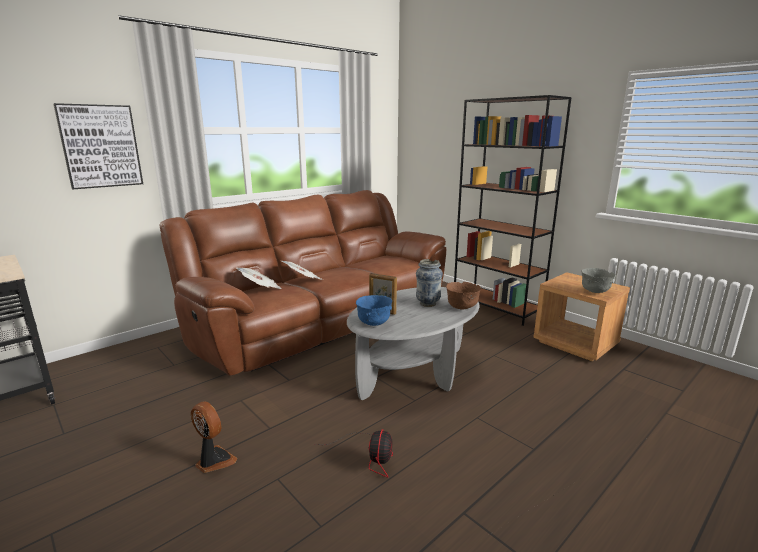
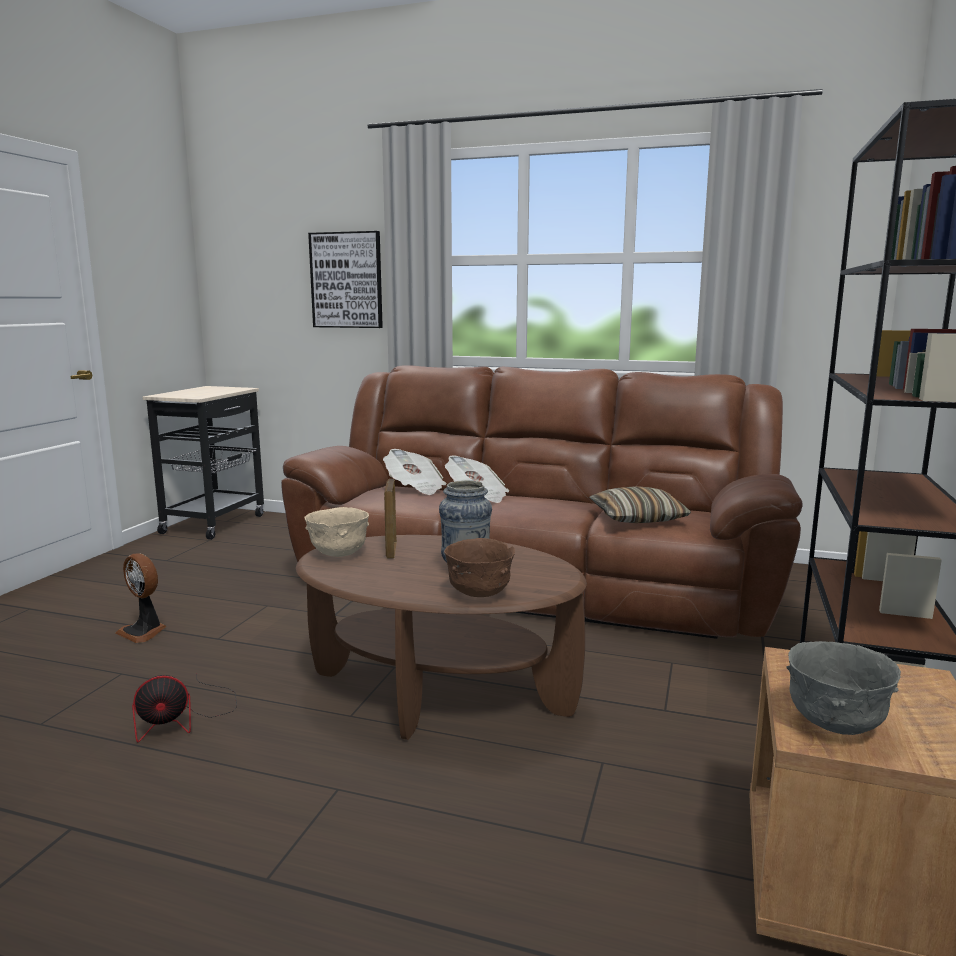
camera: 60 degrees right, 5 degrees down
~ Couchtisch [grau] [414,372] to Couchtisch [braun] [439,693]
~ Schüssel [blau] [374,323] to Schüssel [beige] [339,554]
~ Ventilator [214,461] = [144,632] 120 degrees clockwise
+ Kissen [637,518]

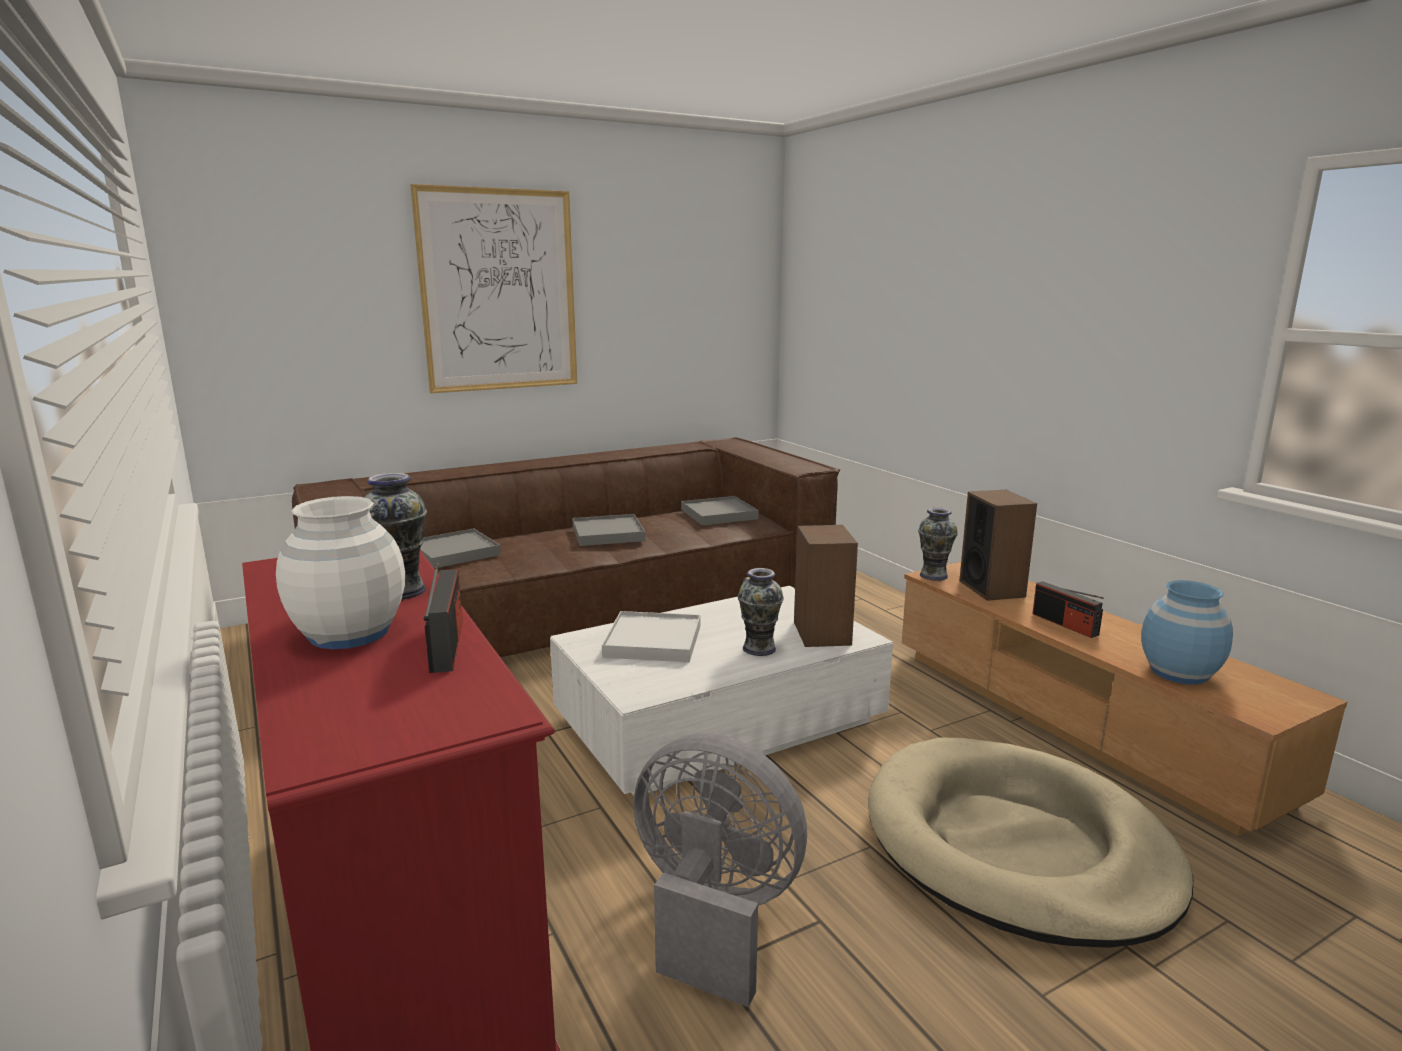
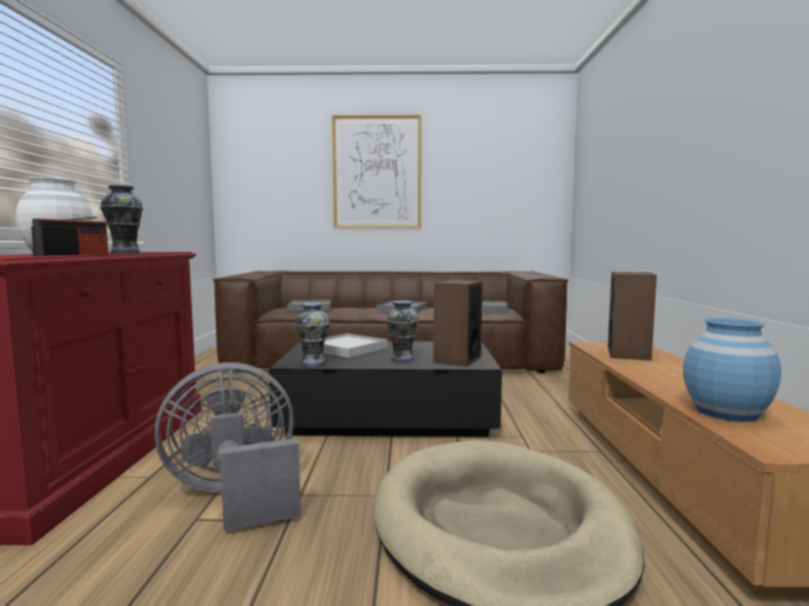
camera: 30 degrees right, 10 degrees down
~ Vase [933,575] to [313,363]
- Radio [1065,624]
~ Couchtisch [weiß] [720,721] to Couchtisch [schwarz] [389,416]
~ Ventilator [grau] [713,914] = [235,496] 75 degrees counterclockwise

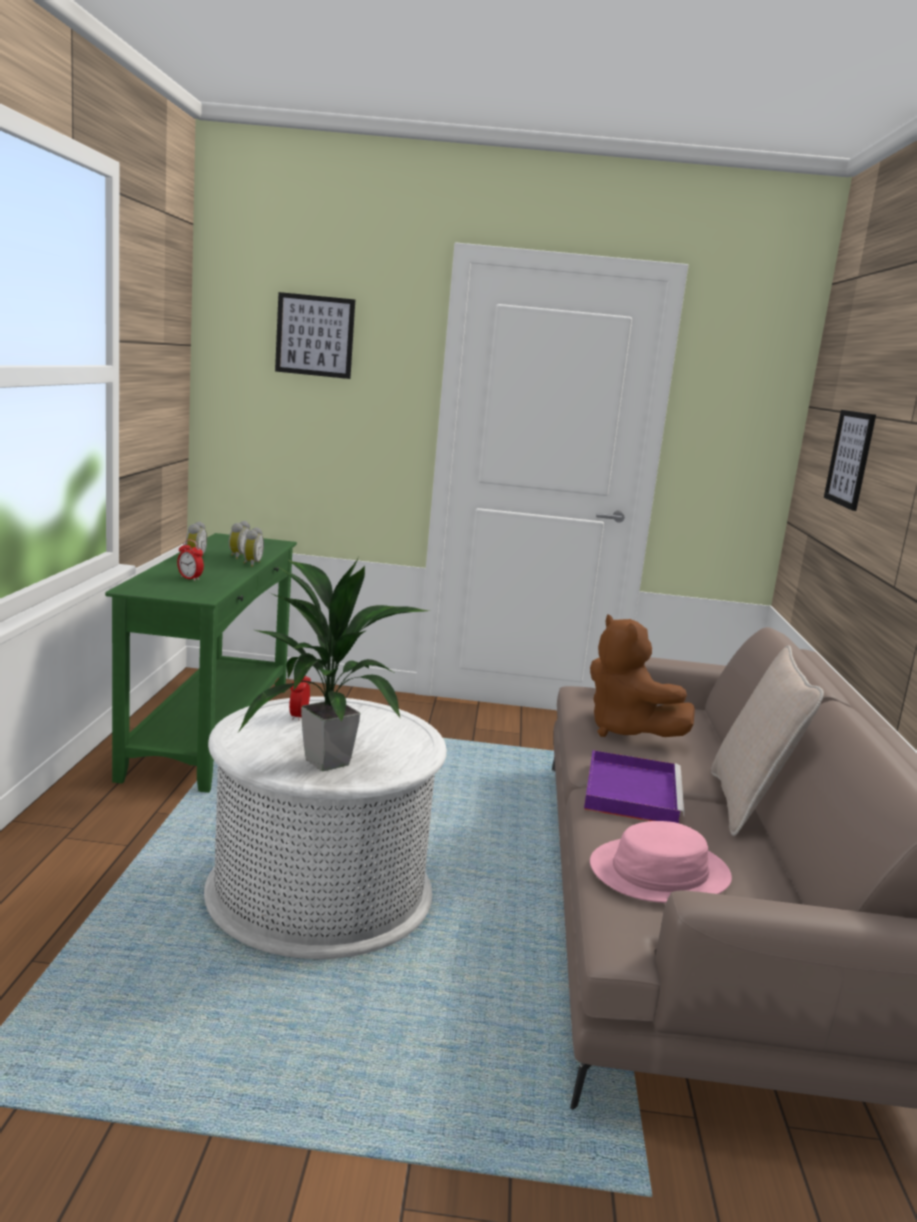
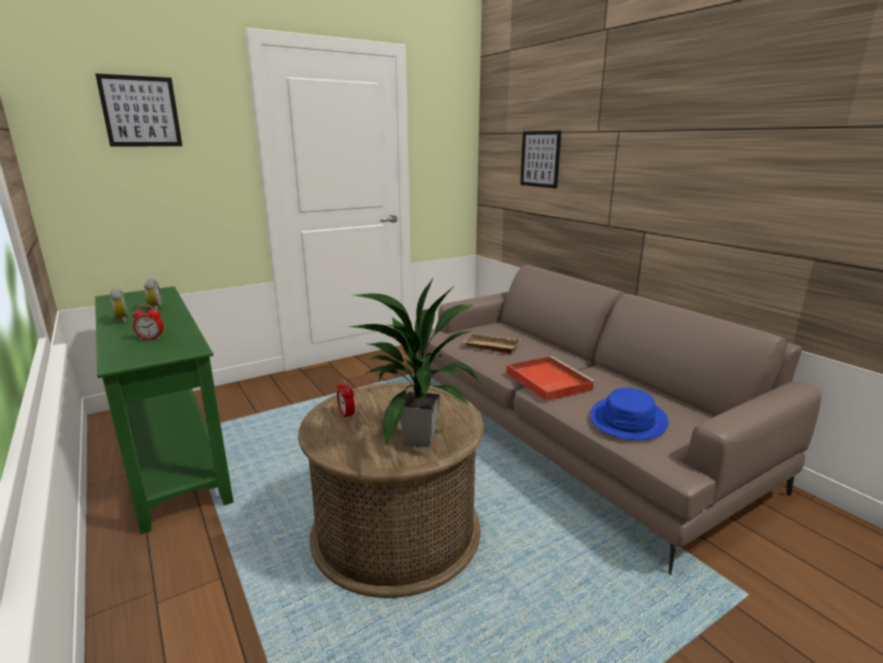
camera: 35 degrees left, 5 degrees up
- Wecker [251,564]
~ Plüschtier [braun] [626,731] to Tablett [beige] [490,347]
- Kissen [beige] [748,805]
~ Couchtisch [weiß] [320,891] to Couchtisch [braun] [396,530]
~ Tablett [lila] [631,791] to Tablett [rot] [547,380]
~ Hut [rosa] [660,873] to Hut [blau] [628,420]

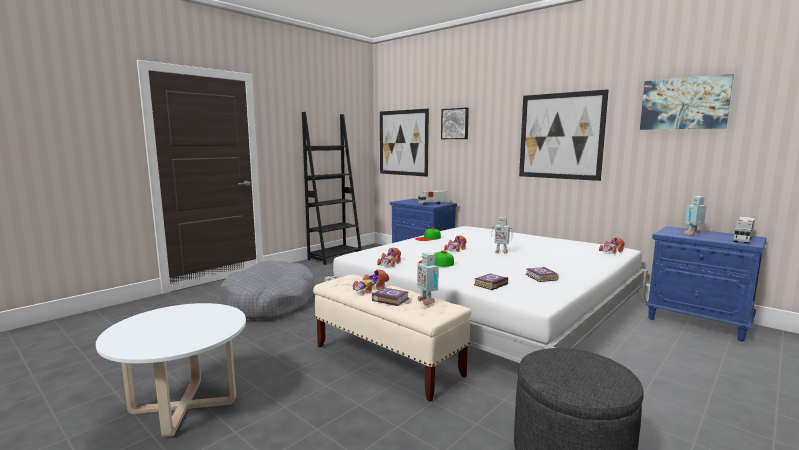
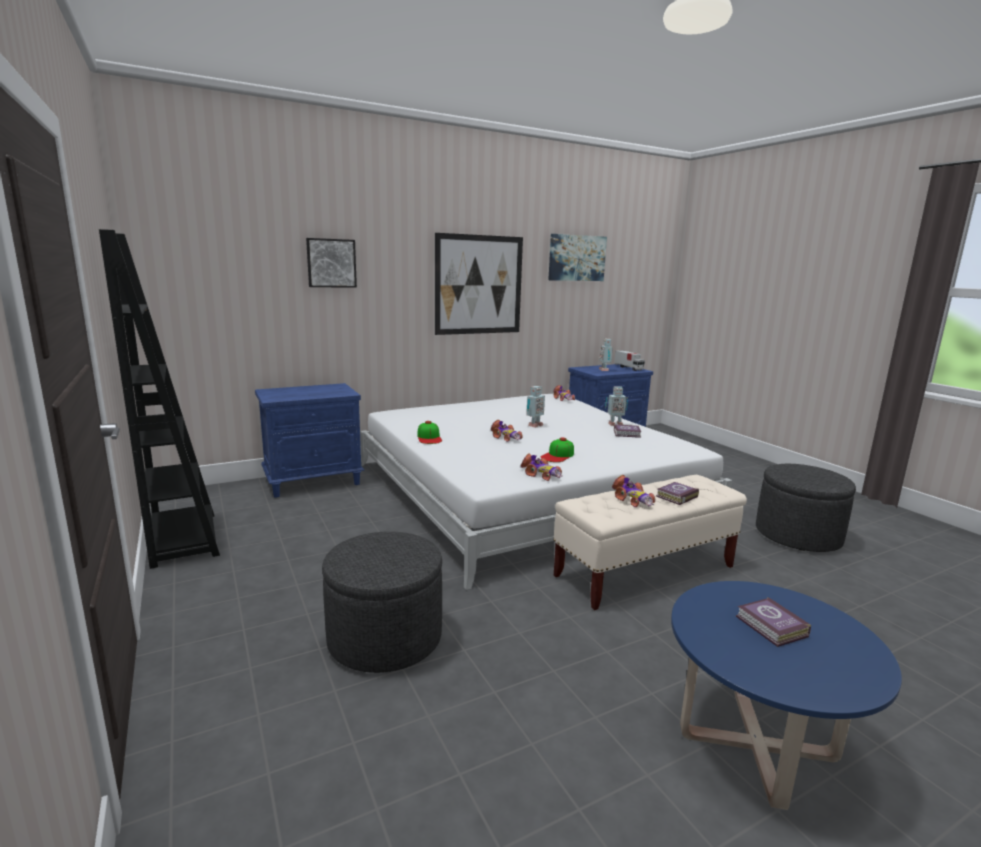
camera: 70 degrees left, 5 degrees up
- Bild [403,143]
- Spielzeuglaster [432,204]
~ Spielzeugroboter [427,301] to [614,424]
~ Hundebett [grau] [270,303] to Polsterhocker [grau] [385,638]
~ Buch [489,284] to [771,627]
~ Couchtisch [weiß] [183,406] to Couchtisch [blau] [757,745]

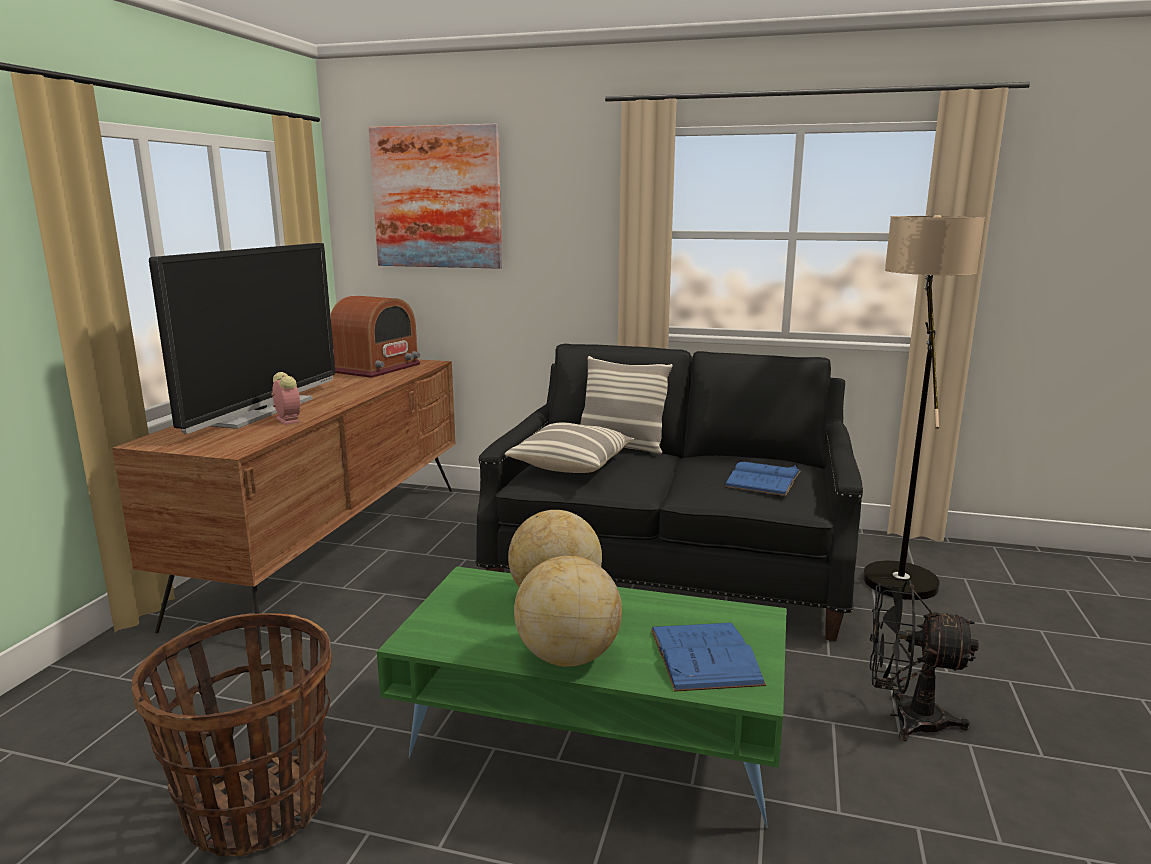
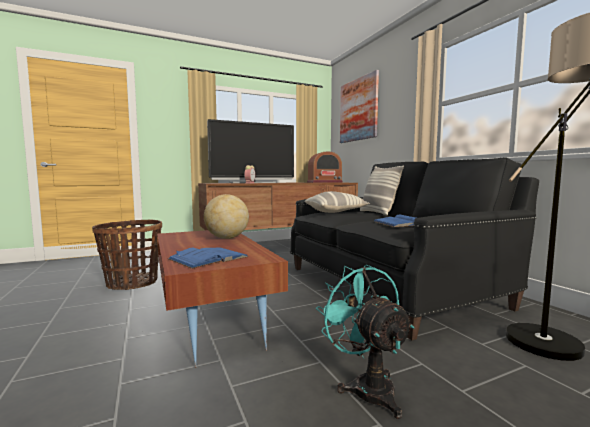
camera: 50 degrees right, 10 degrees down
- Globus [567,657]
~ Couchtisch [grün] [592,753] to Couchtisch [braun] [212,314]
~ Ventilator [schwarz] [905,718] to Ventilator [türkis] [367,386]

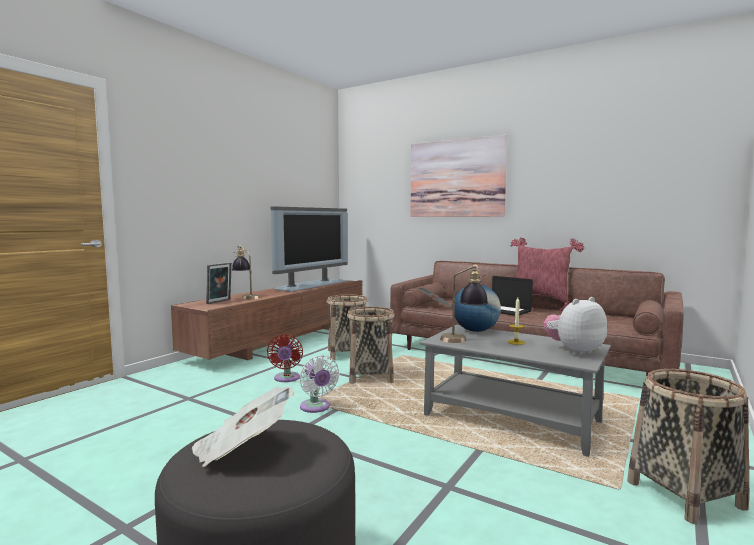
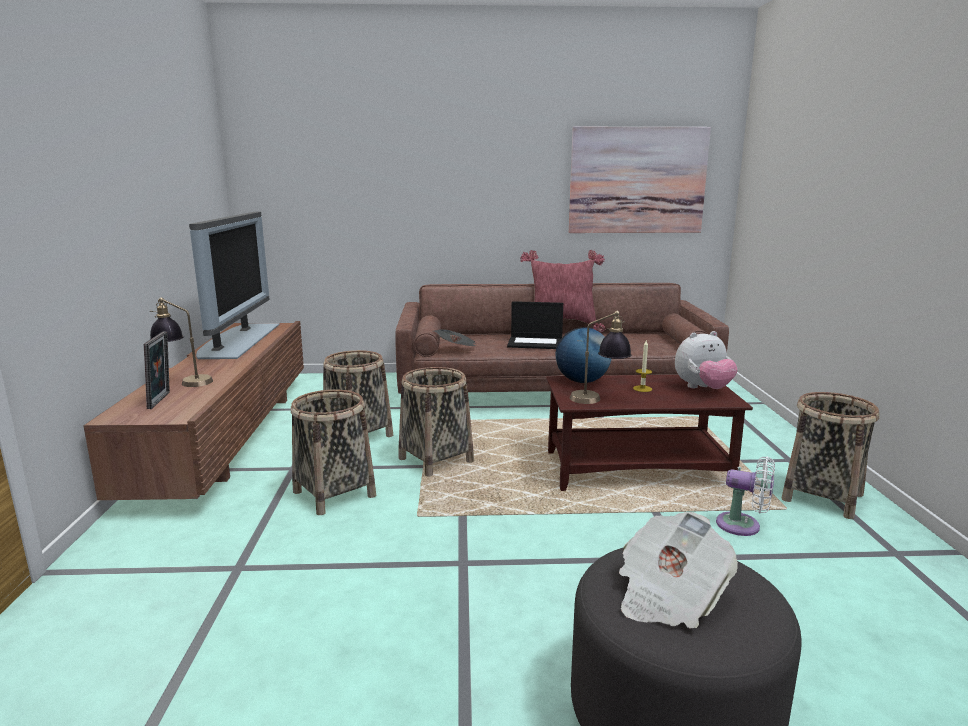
camera: 35 degrees left, 10 degrees up
~ Bild [456,178] to [637,180]
~ Plüschtier [574,351] = [702,389] 135 degrees counterclockwise
~ Couchtisch [grau] [513,419] to Couchtisch [braun] [637,469]
~ Ventilator [rot] [286,378] to Korb [334,493]
~ Ventilator [weiß] [316,407] to [743,526]

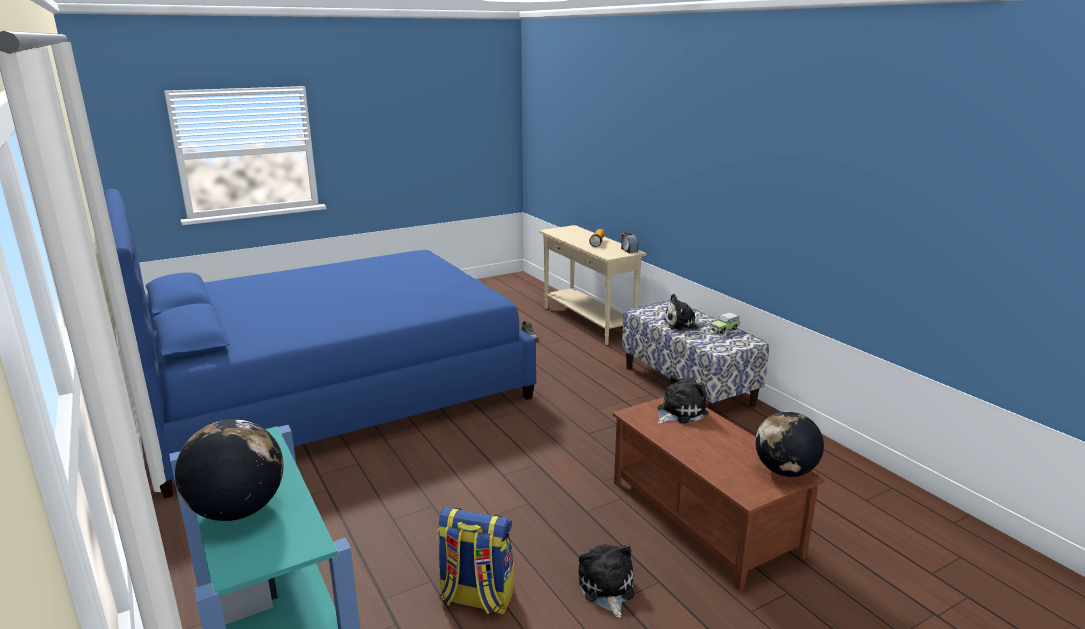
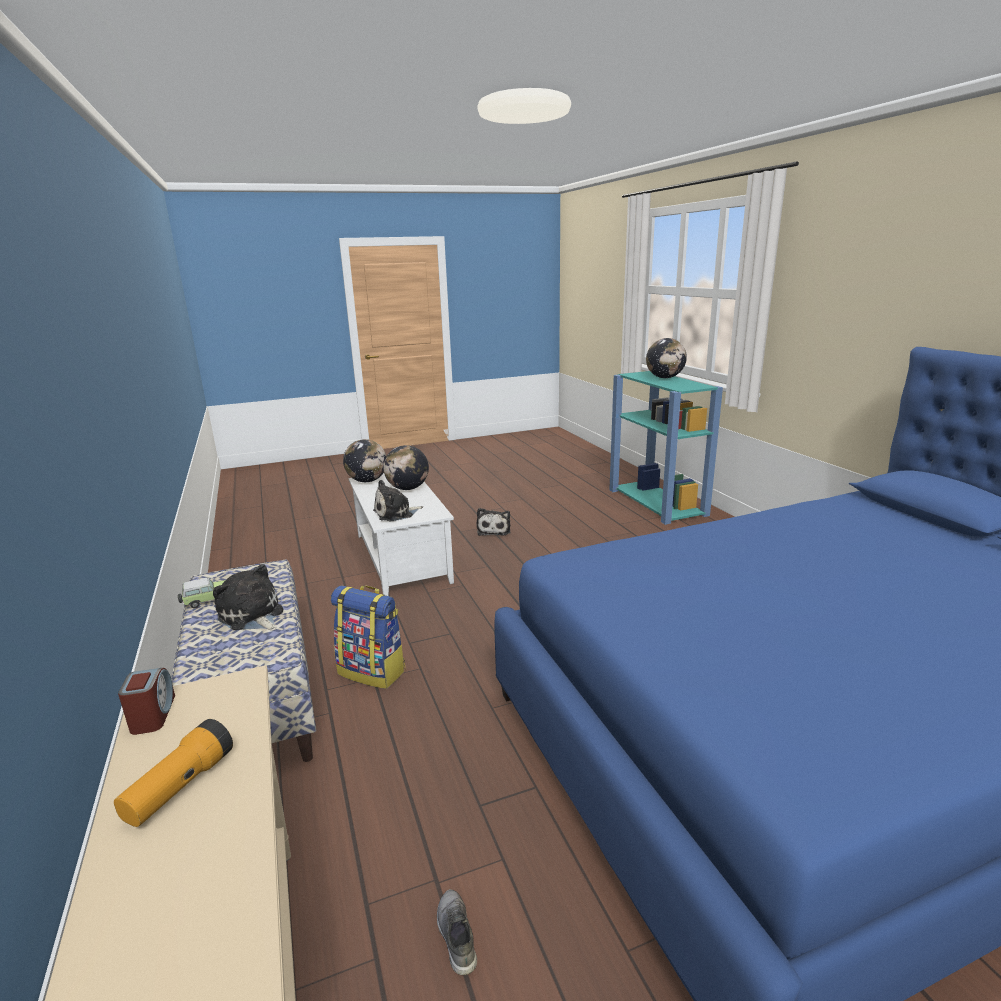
camera: 170 degrees left, 0 degrees up
~ Plüschtier [682,324] = [252,616] 135 degrees counterclockwise
~ Couchtisch [braun] [704,517] to Couchtisch [weiß] [400,558]
~ Rucksack [476,598] to [373,671]
+ Globus [407,488]

